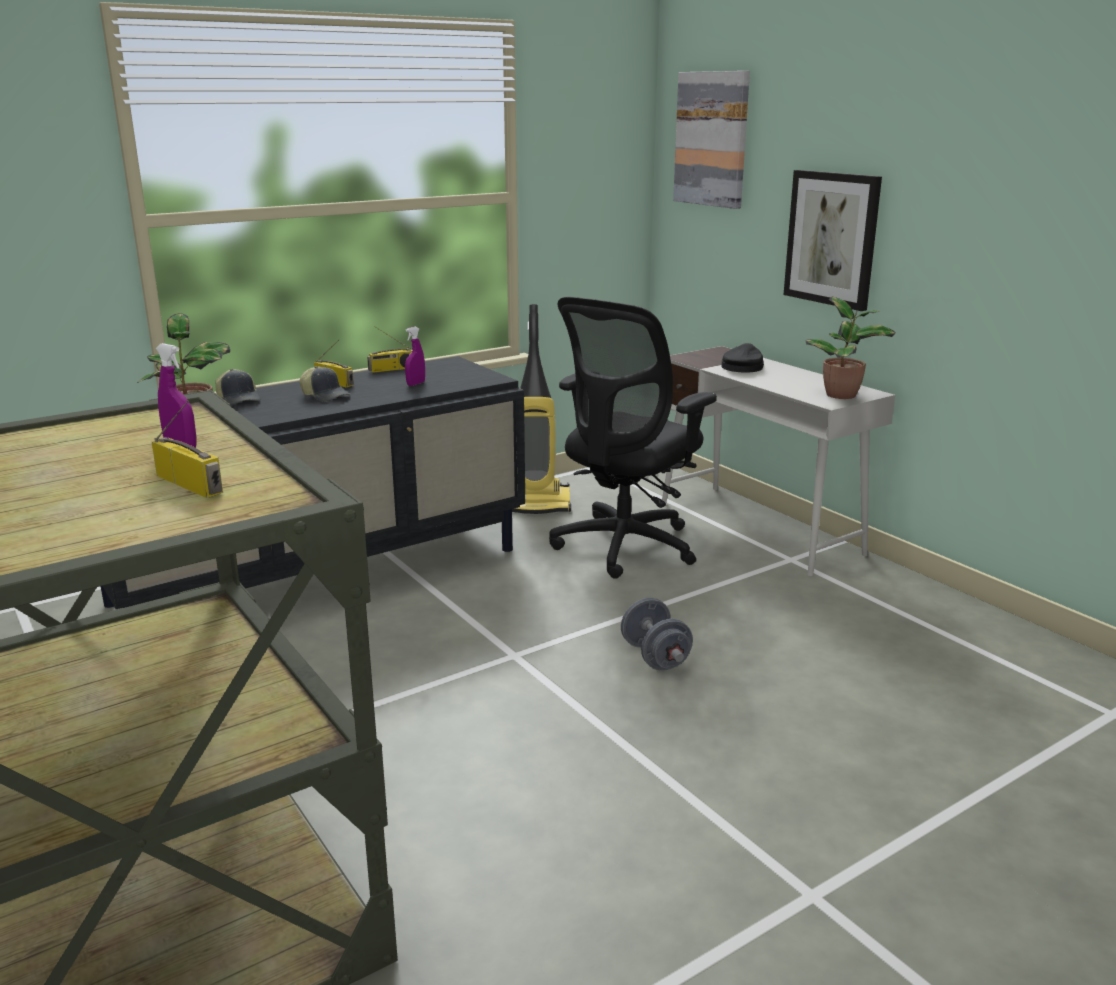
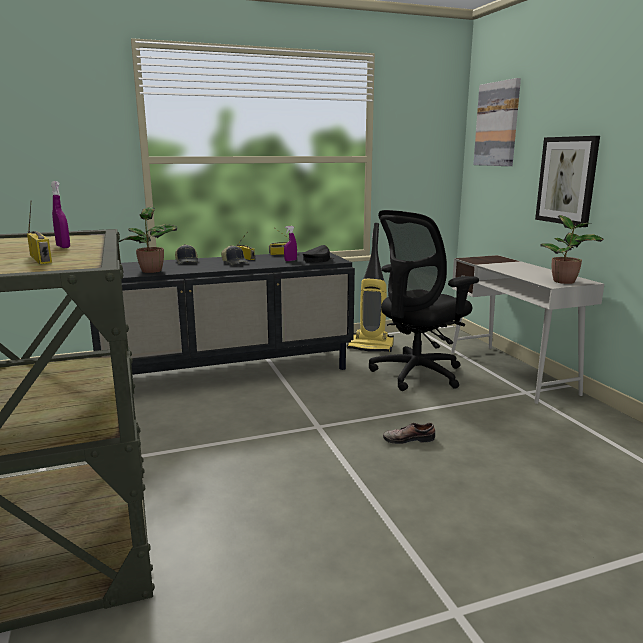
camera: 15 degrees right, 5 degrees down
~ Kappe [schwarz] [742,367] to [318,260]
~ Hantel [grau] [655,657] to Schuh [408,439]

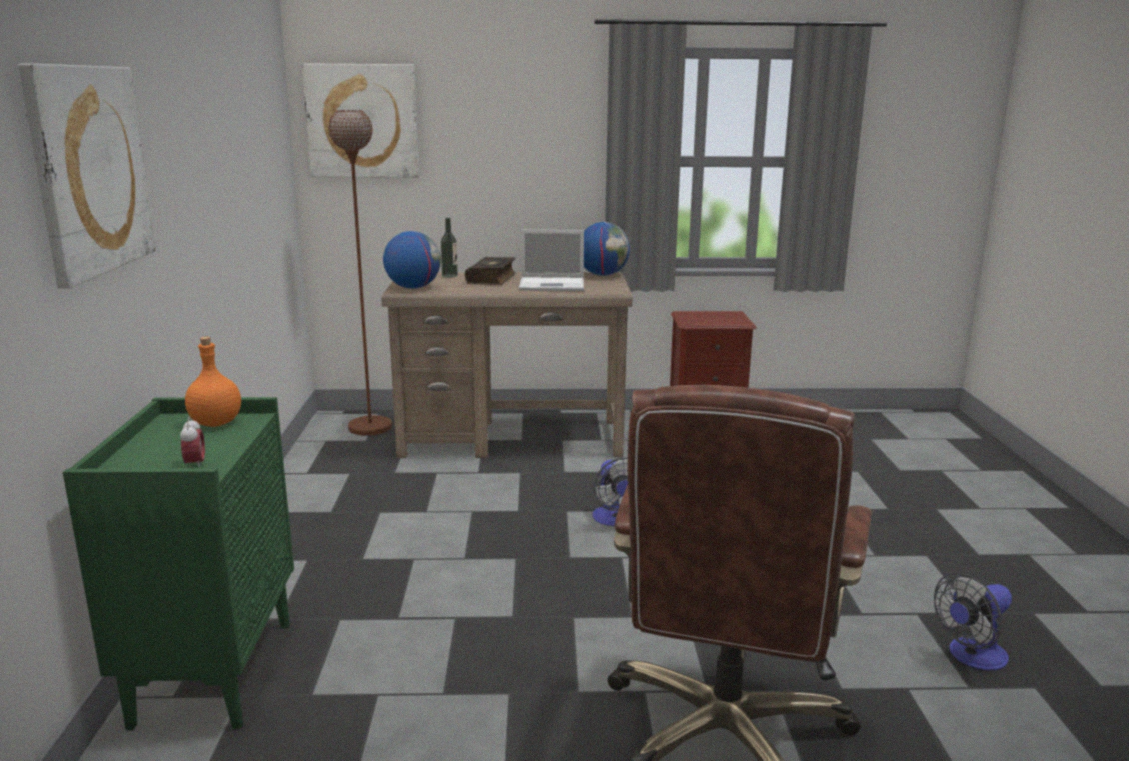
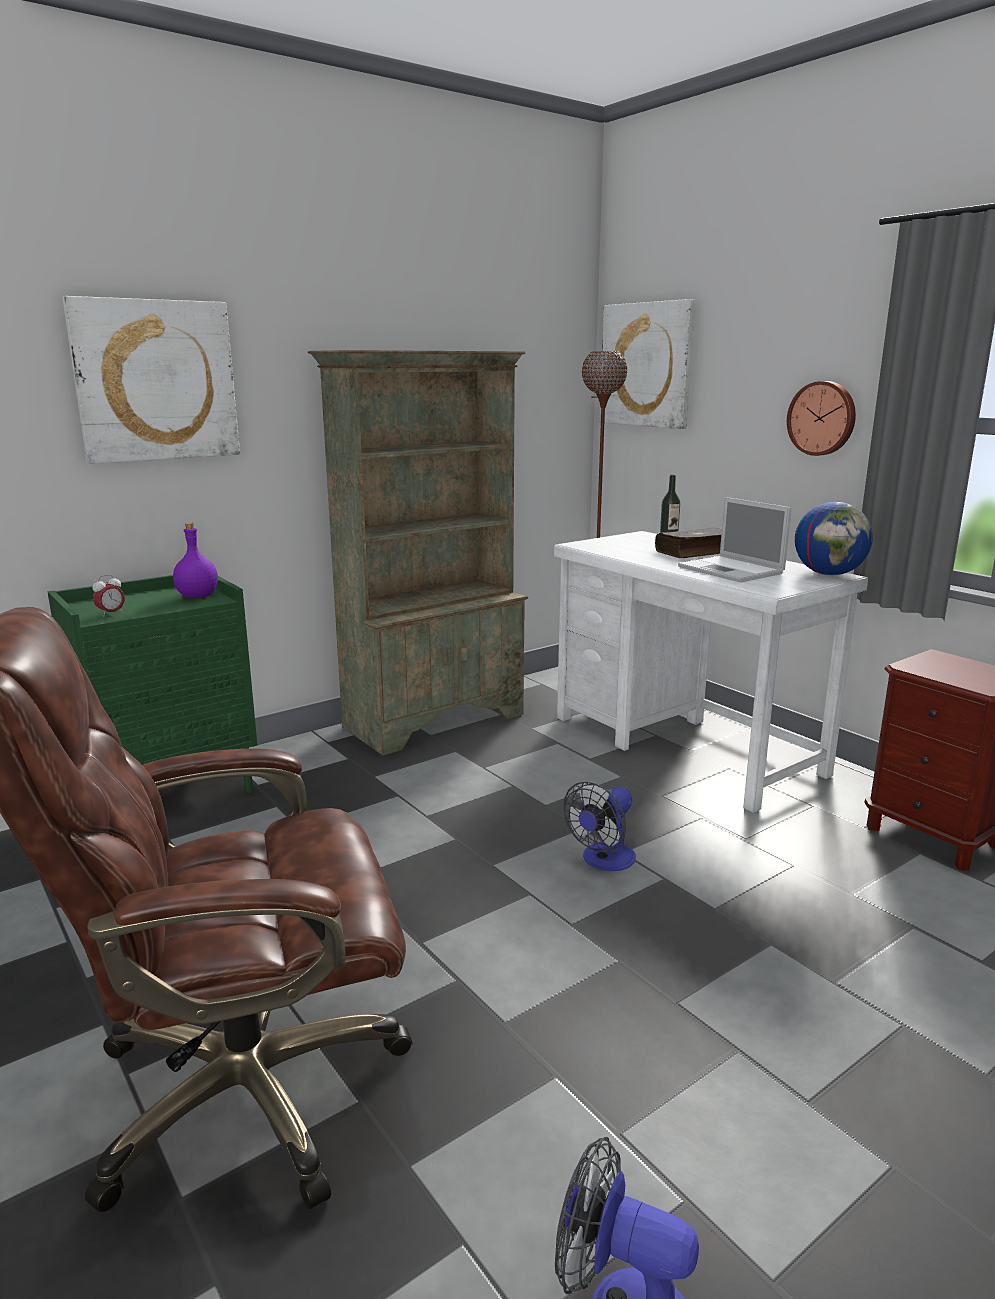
camera: 55 degrees right, 0 degrees up
- Globus [413,287]
~ Schreibtisch [braun] [512,437] to Schreibtisch [weiß] [686,744]
~ Flasche [orange] [215,423] to Flasche [lila] [197,596]
+ Bücherregal [grün] [434,720]
+ Wanduhr [822,418]

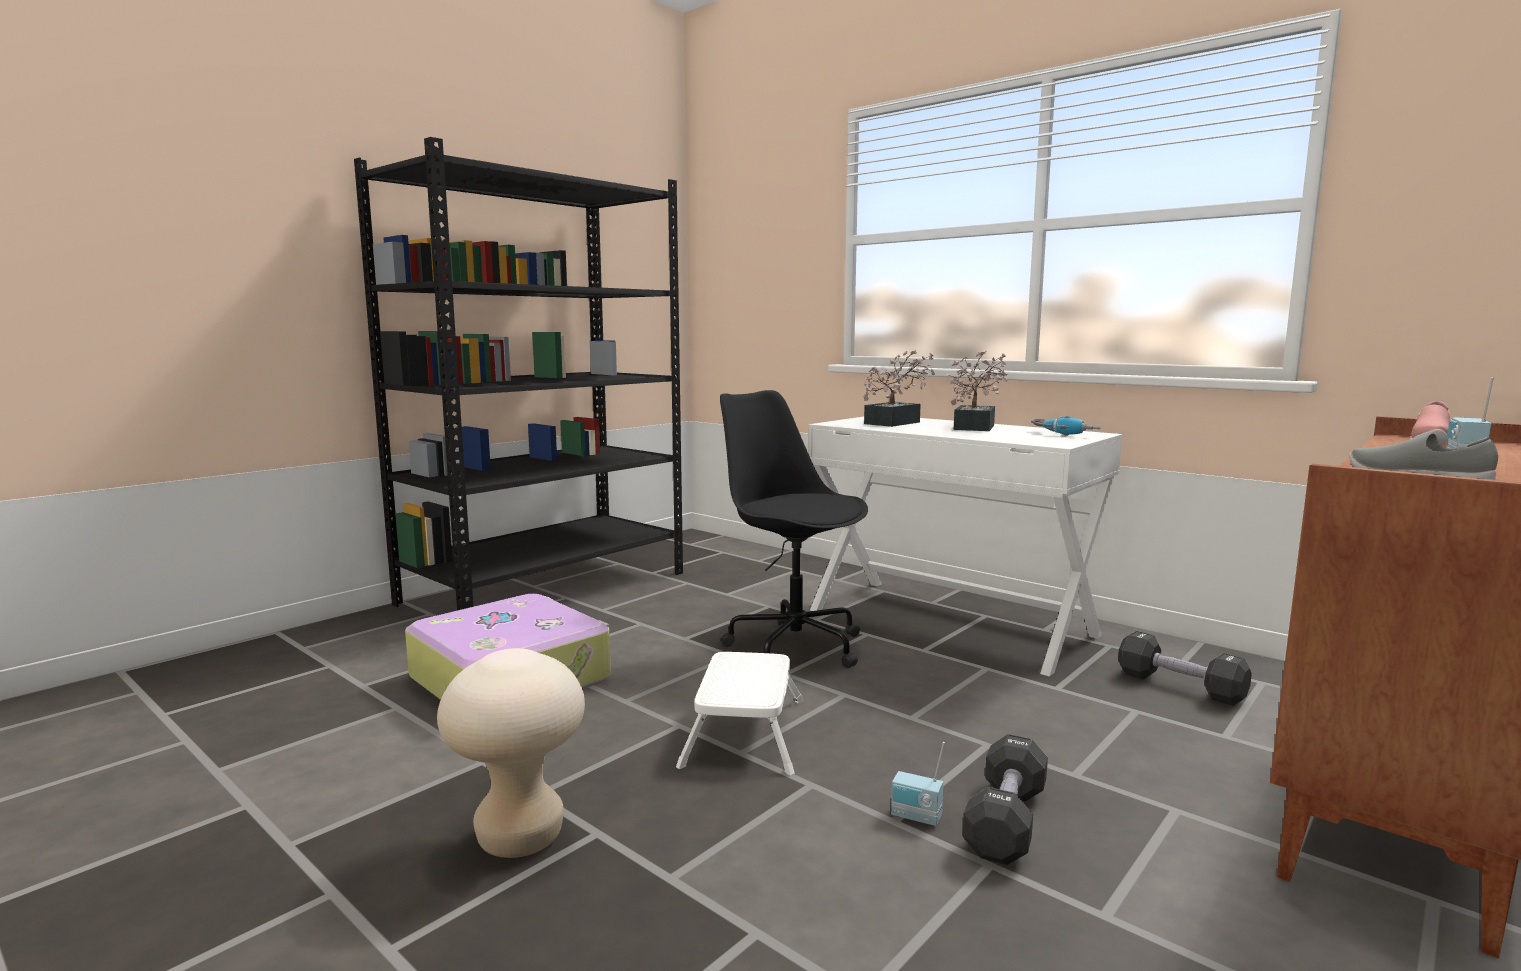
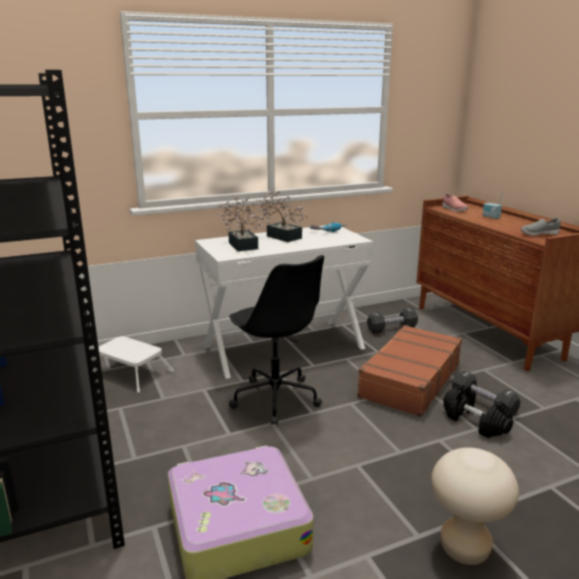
camera: 65 degrees left, 10 degrees up
~ Bürostuhl [schwarz] [792,647] = [277,400] 105 degrees counterclockwise
~ Trittleiter [weiß] [746,732] to [131,372]
~ Radio [916,818] to Hantel [schwarz] [475,422]
+ Koffer [braun] [409,380]

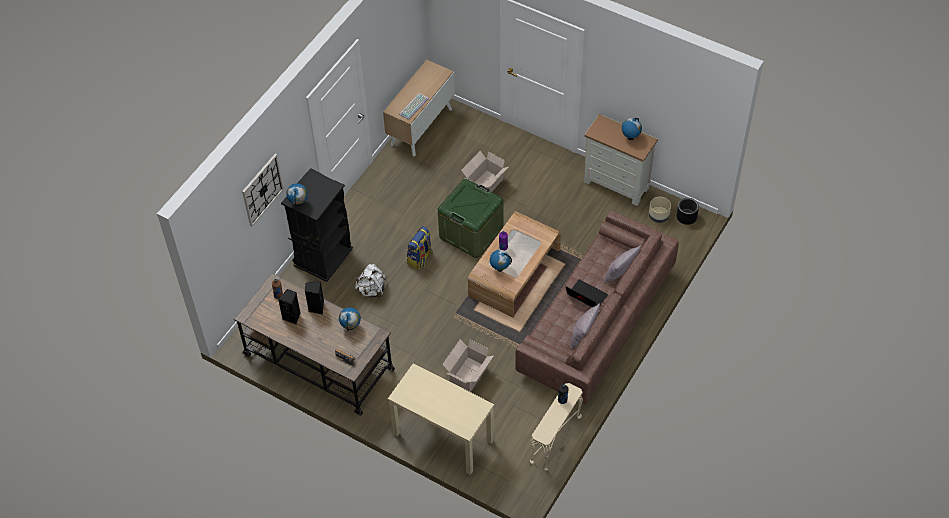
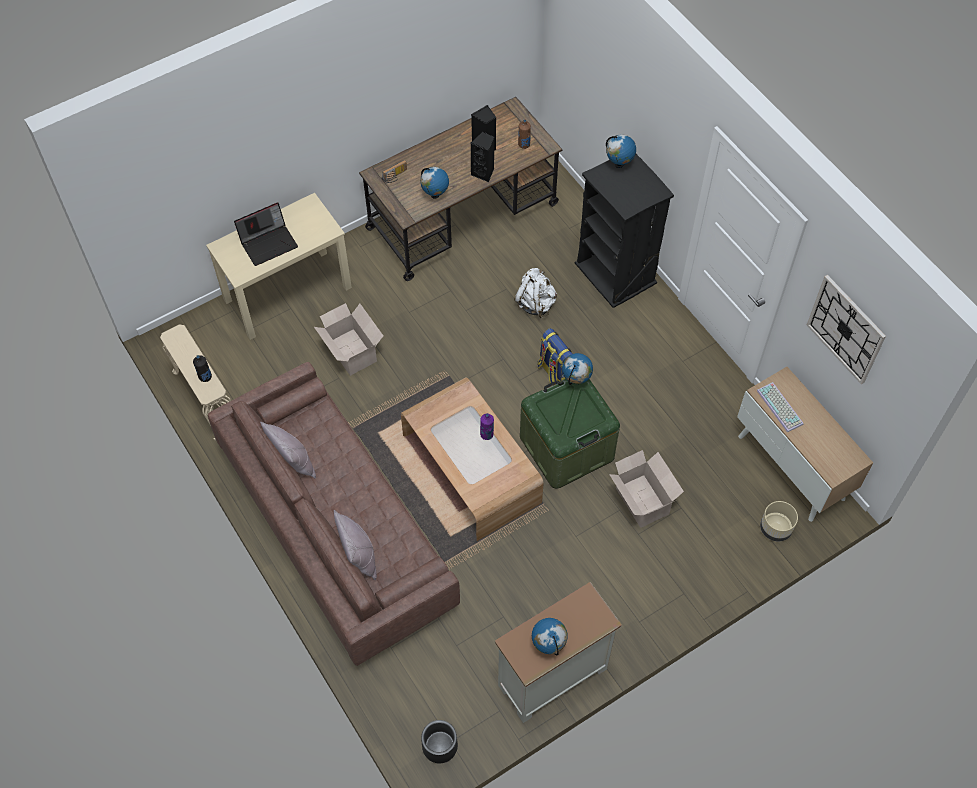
camera: 115 degrees right, 5 degrees up
~ Wanduhr [262,189] to [846,329]
~ Pflanzkübel [beige] [659,216] to [775,529]
~ Globus [500,268] to [576,380]
~ Laptop [585,297] to [269,243]

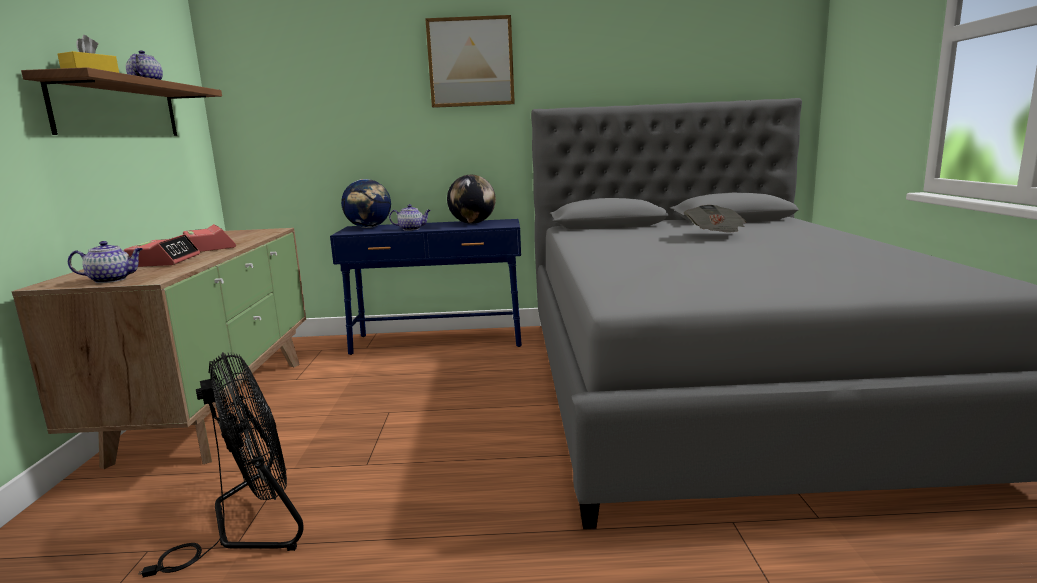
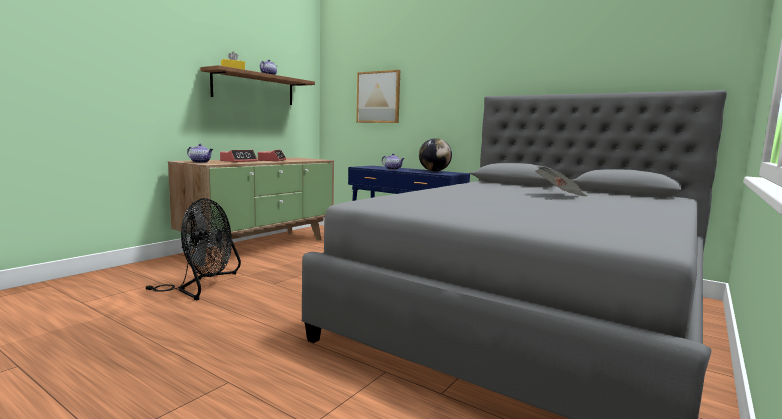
camera: 35 degrees right, 5 degrees down
~ Bild [471,62] to [378,97]
- Globus [369,227]

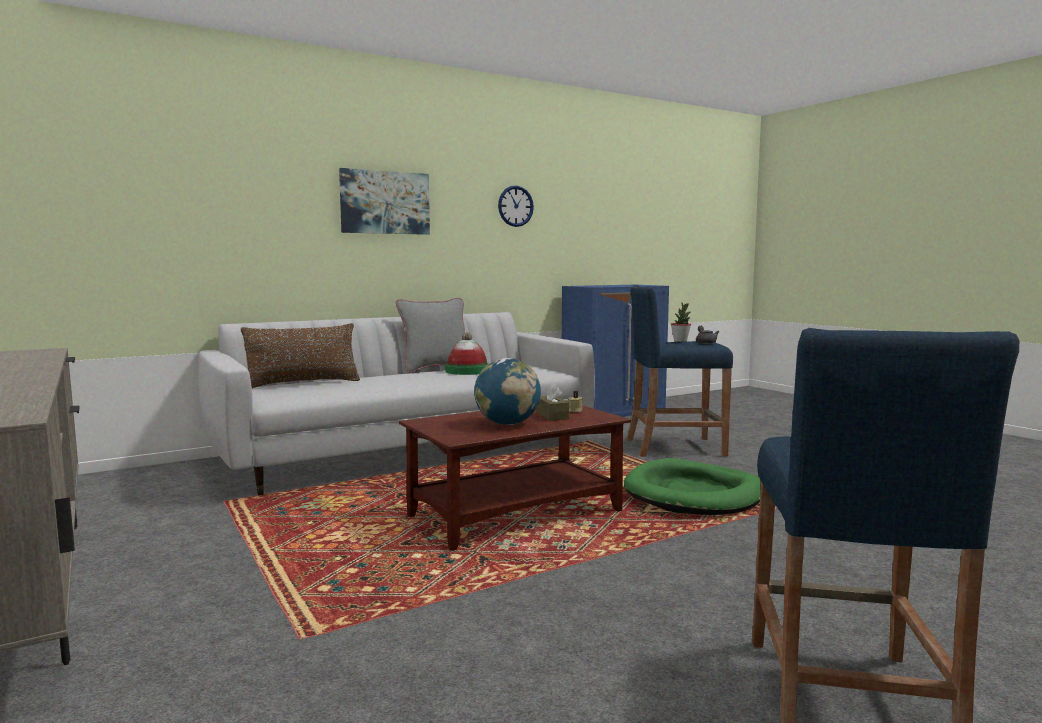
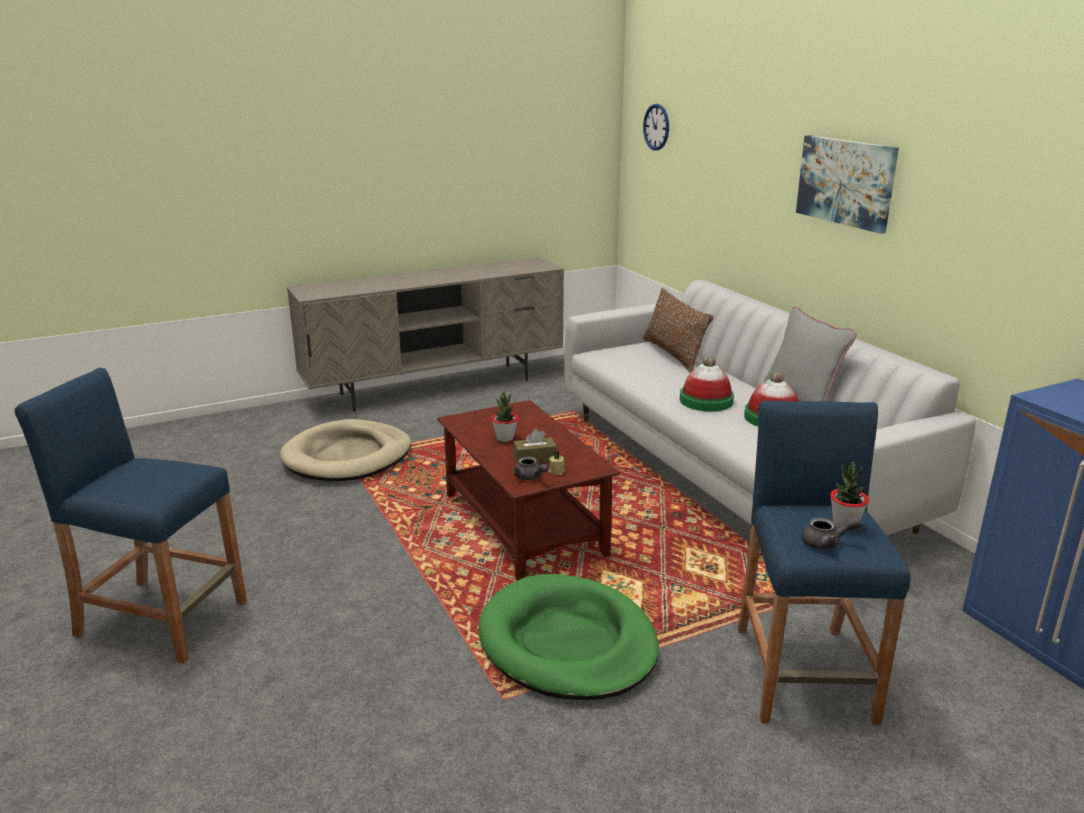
camera: 95 degrees right, 15 degrees up
~ Wanduhr [515,206] to [656,127]
~ Globus [507,424] to Topfpflanze [505,438]
+ Hut [706,400]
+ Hundebett [beige] [348,456]
+ Teekanne [grau] [530,477]

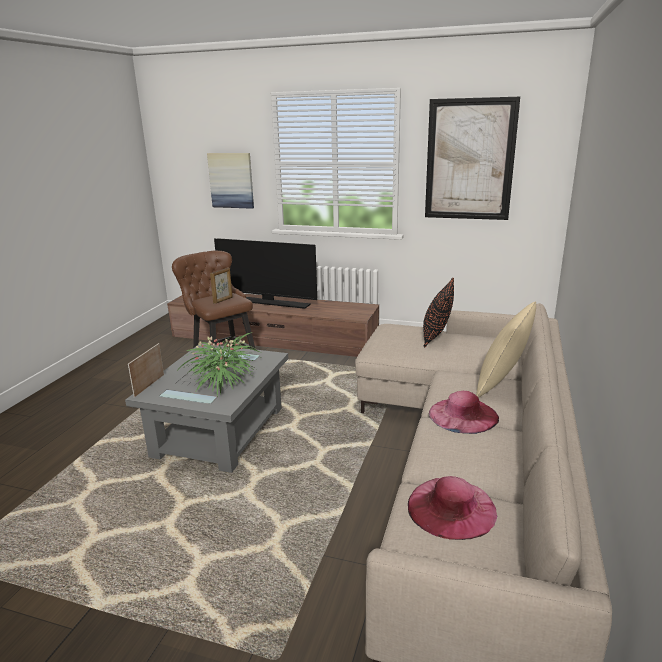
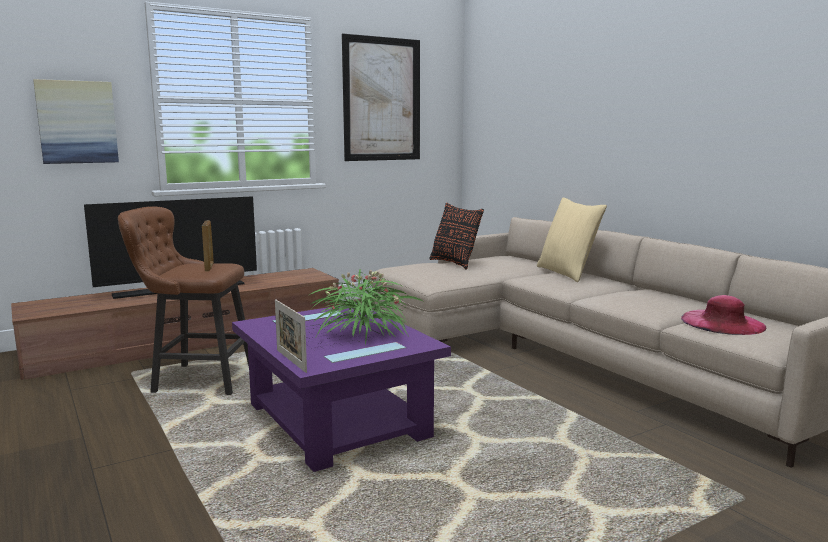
camera: 50 degrees left, 10 degrees down
~ Couchtisch [grau] [220,432] to Couchtisch [lila] [337,421]
- Hut [rosa] [463,415]

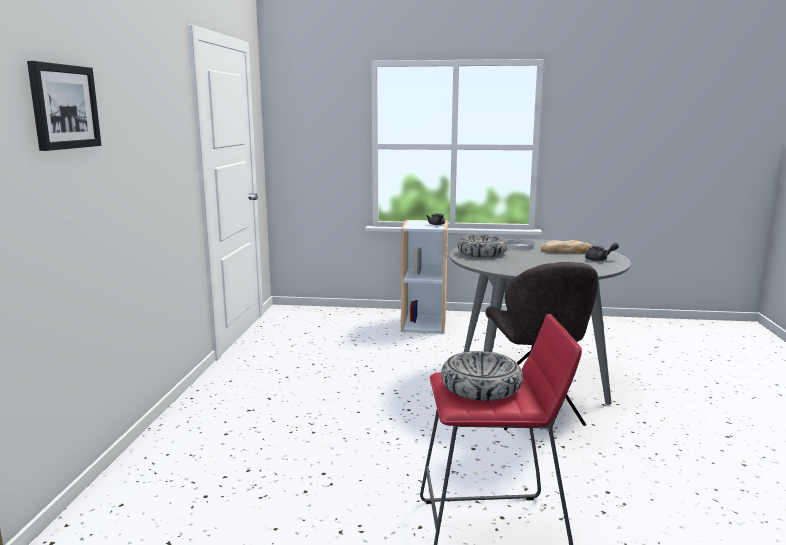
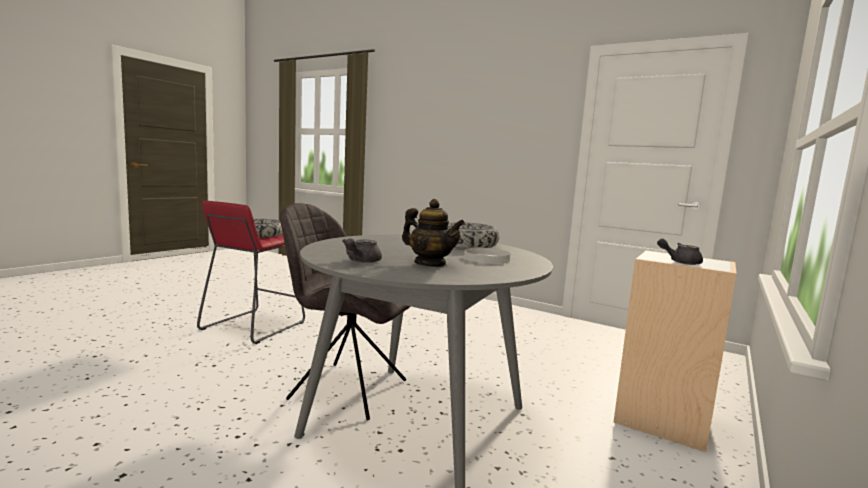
camera: 115 degrees right, 5 degrees down
- Bild [64,107]
~ Brot [567,251] to Teekanne [430,264]

